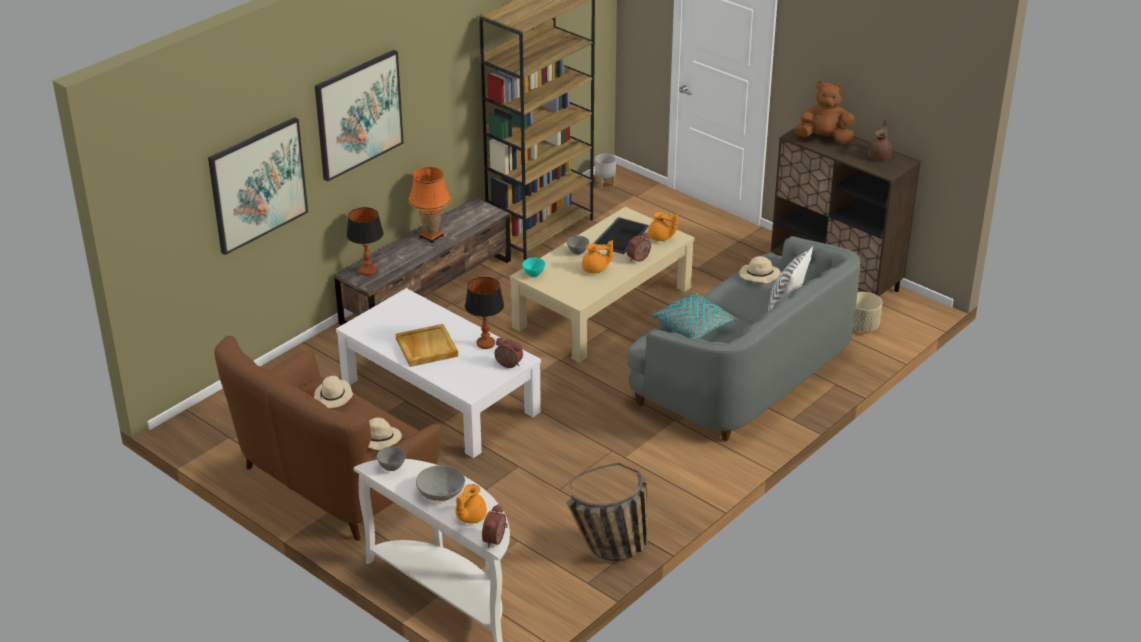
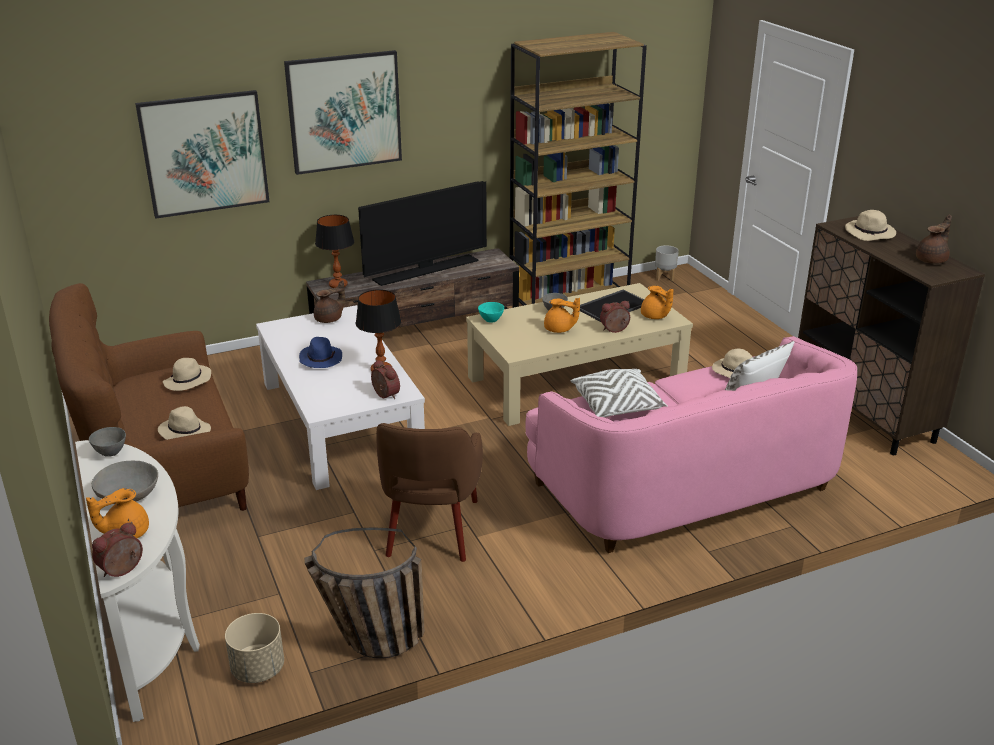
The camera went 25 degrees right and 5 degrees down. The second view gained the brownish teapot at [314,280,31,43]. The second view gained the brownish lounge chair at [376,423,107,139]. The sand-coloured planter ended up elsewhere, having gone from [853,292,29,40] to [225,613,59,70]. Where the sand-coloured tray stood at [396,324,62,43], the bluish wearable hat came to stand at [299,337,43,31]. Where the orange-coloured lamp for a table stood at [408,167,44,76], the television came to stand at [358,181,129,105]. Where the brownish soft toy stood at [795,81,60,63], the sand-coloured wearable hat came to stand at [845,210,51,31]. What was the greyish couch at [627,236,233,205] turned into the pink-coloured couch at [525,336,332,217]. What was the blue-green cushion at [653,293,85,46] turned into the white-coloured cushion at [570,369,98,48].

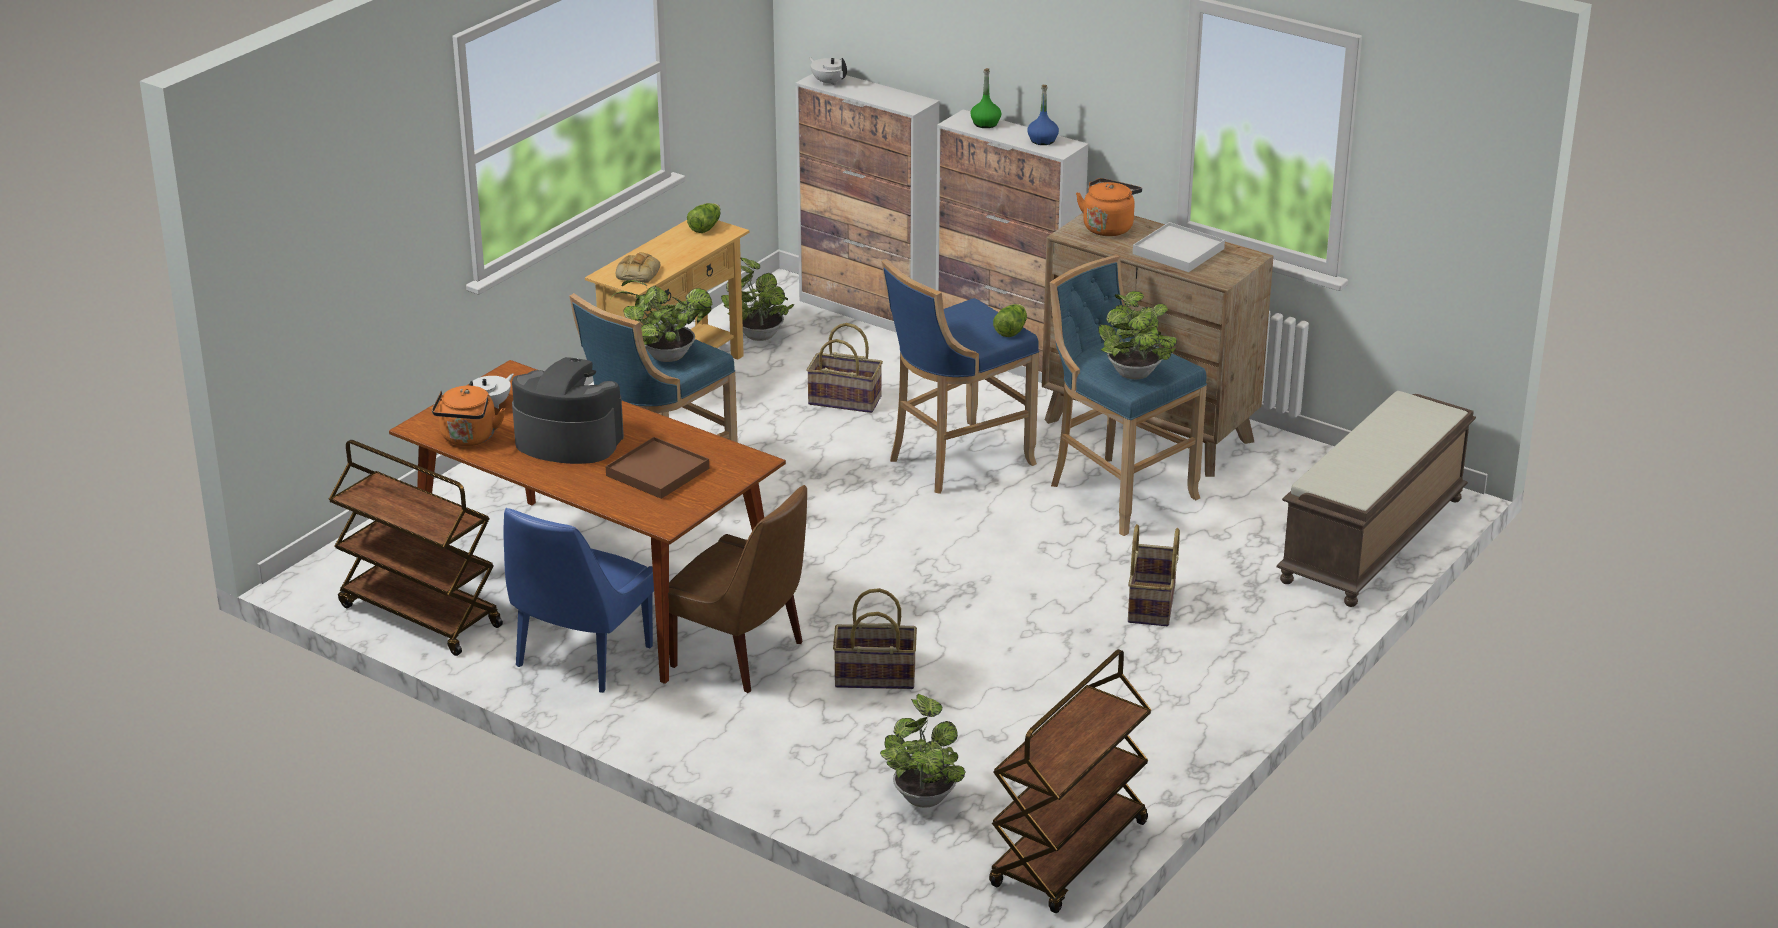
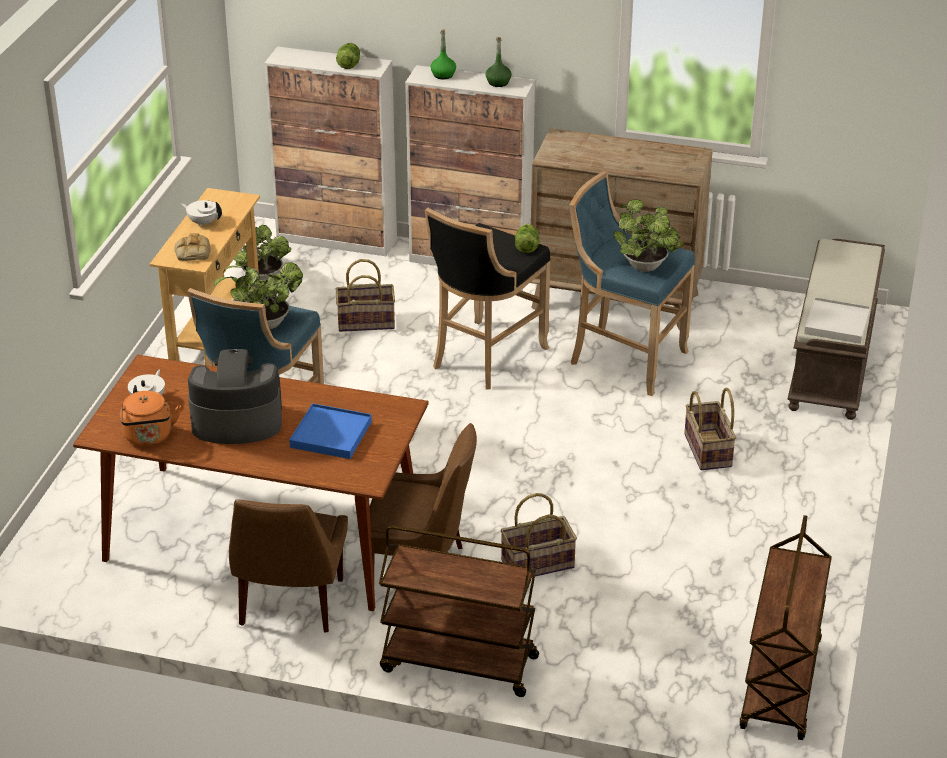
The camera went 20 degrees left and 5 degrees up. The second view lost the plant in a pot at [880,694,85,114]. The second view lost the orange-coloured tea kettle at [1076,178,66,58]. The brownish trolley ended up elsewhere, having gone from [329,440,174,216] to [379,525,160,172]. The head of lettuce ended up elsewhere, having gone from [687,203,34,30] to [336,43,24,26]. The white-coloured teapot ended up elsewhere, having gone from [809,57,38,28] to [181,200,41,26]. The white-coloured tray ended up elsewhere, having gone from [1133,222,92,50] to [804,297,66,47]. What was the bluish chair at [503,508,151,185] turned into the brownish chair at [229,500,119,133]. What was the brownish tray at [605,437,104,62] turned into the bluish tray at [289,403,83,56]. What was the bluish sitting stool at [881,259,158,235] turned into the blackish sitting stool at [425,207,126,182]. What was the bluish beverage bottle at [1027,85,32,60] turned into the green beverage bottle at [486,37,25,50].

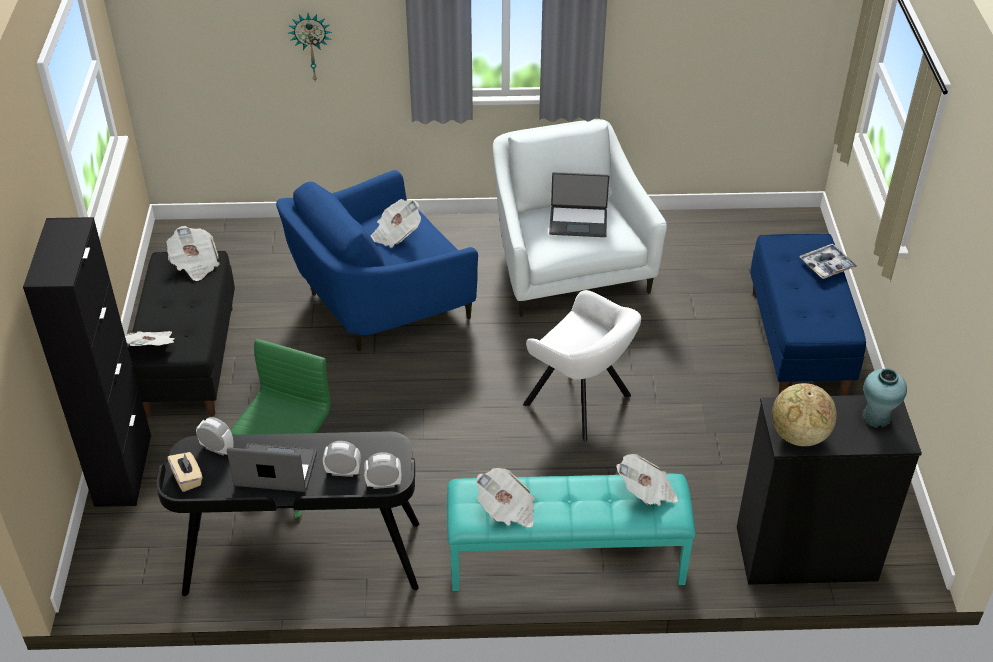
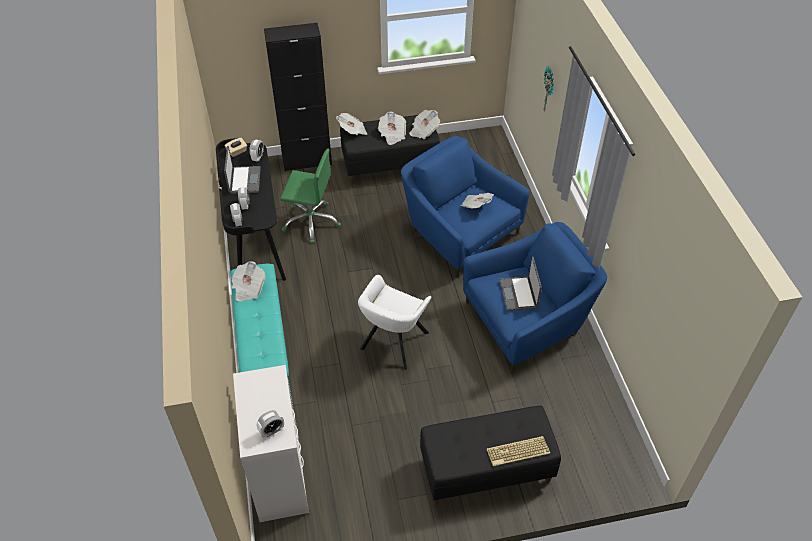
The camera went 80 degrees right and 5 degrees up. The second view lost the globe at [772,383,65,63]. The printed paper ended up elsewhere, having gone from [616,454,62,51] to [378,112,28,33]. Where the tray stood at [800,244,57,35], the keyboard came to stand at [487,436,63,30]. Where the blue-green decorative vase stood at [862,368,45,60], the table clock came to stand at [257,410,27,28]. What was the white-coloured lounge chair at [493,119,174,198] turned into the bluish lounge chair at [463,222,144,151]. What was the blackish dresser at [737,395,185,190] turned into the white-coloured dresser at [233,365,76,157]. What was the bluish long seat at [750,234,116,162] turned into the blackish long seat at [420,406,141,99].

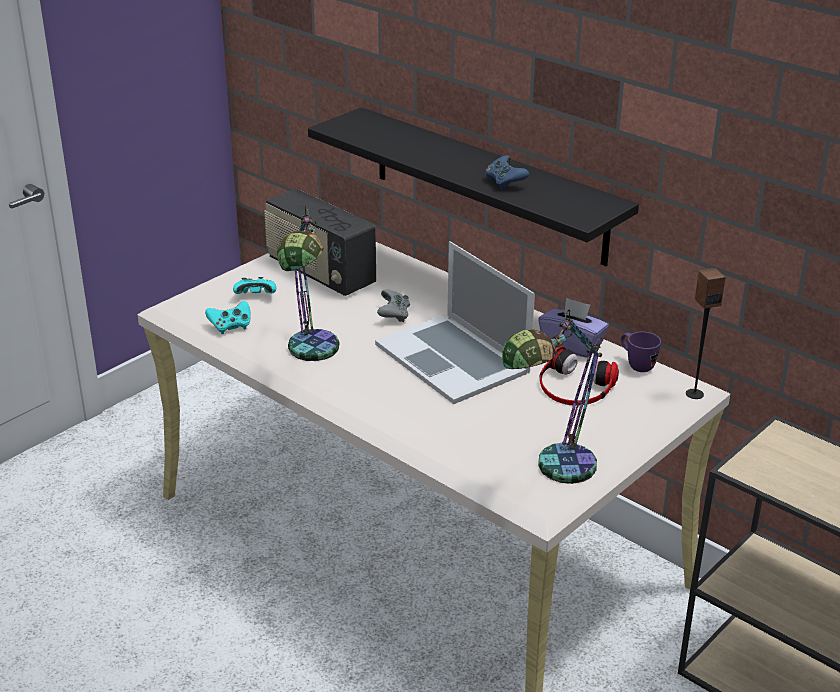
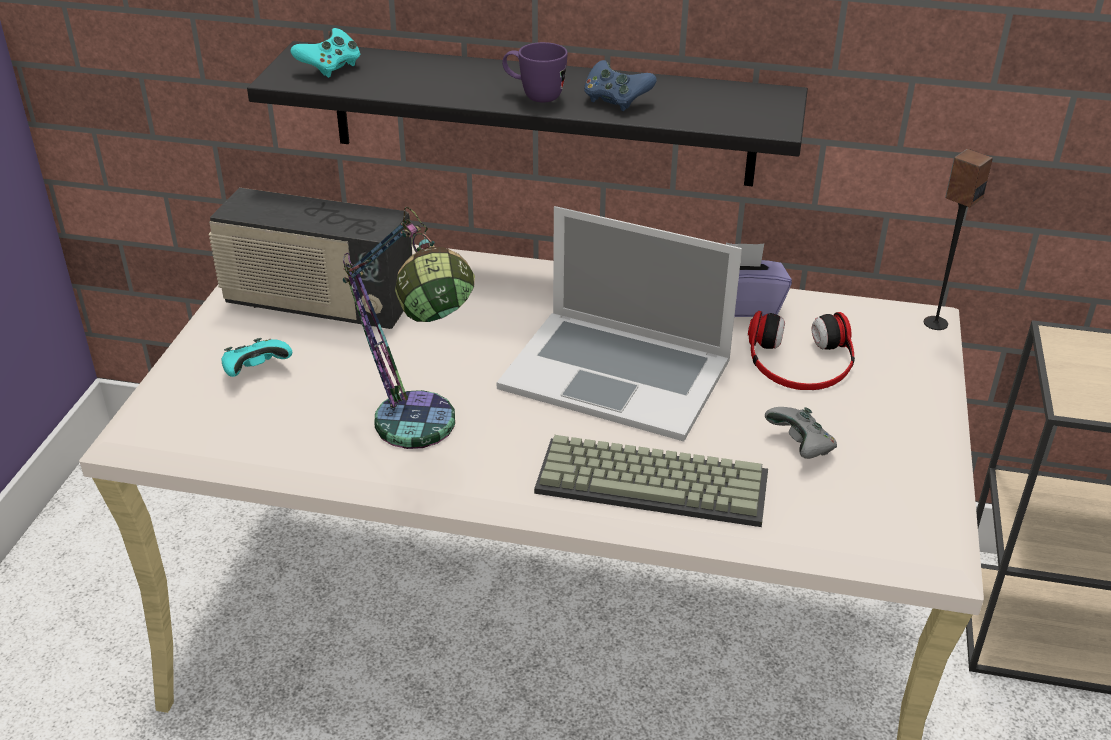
The camera went 30 degrees left and 5 degrees up. The second view lost the lamp for a table at [502,310,102,174]. The second view gained the keyboard at [534,435,234,92]. The blue-green joypad ended up elsewhere, having gone from [205,301,46,33] to [290,28,70,50]. The greyish joypad ended up elsewhere, having gone from [377,289,33,33] to [765,407,72,52]. The purple mug ended up elsewhere, having gone from [621,332,40,40] to [502,42,66,61].

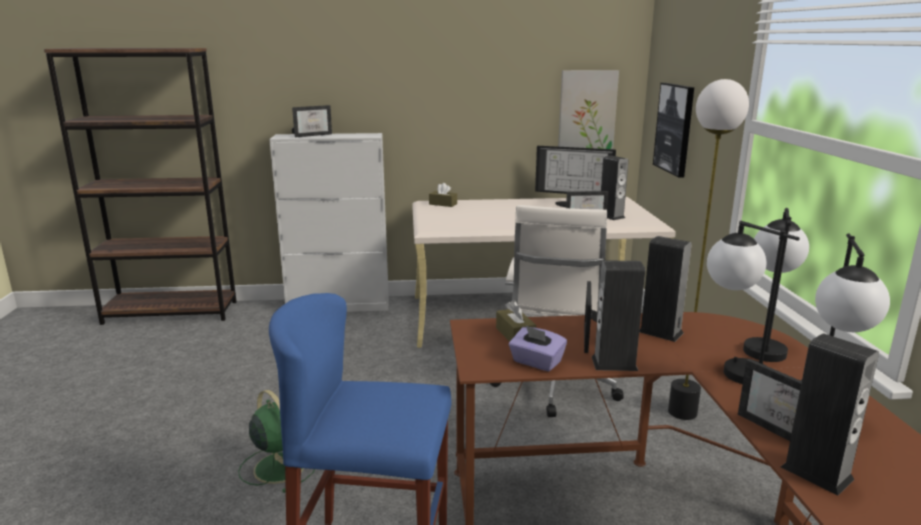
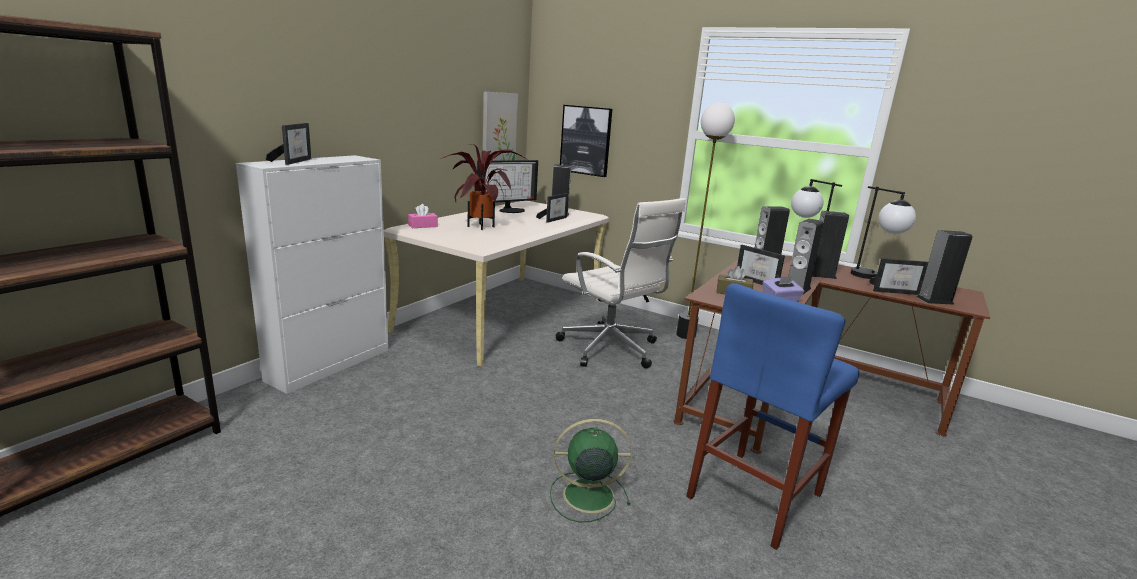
The camera went 55 degrees left and 0 degrees up. The second view gained the plant in a pot at [441,144,88,86]. Where the lamp for a table stood at [707,221,93,163], the speaker came to stand at [812,211,37,68]. What was the brownish tissue holder at [429,183,28,24] turned into the pink-coloured tissue holder at [408,204,30,24].

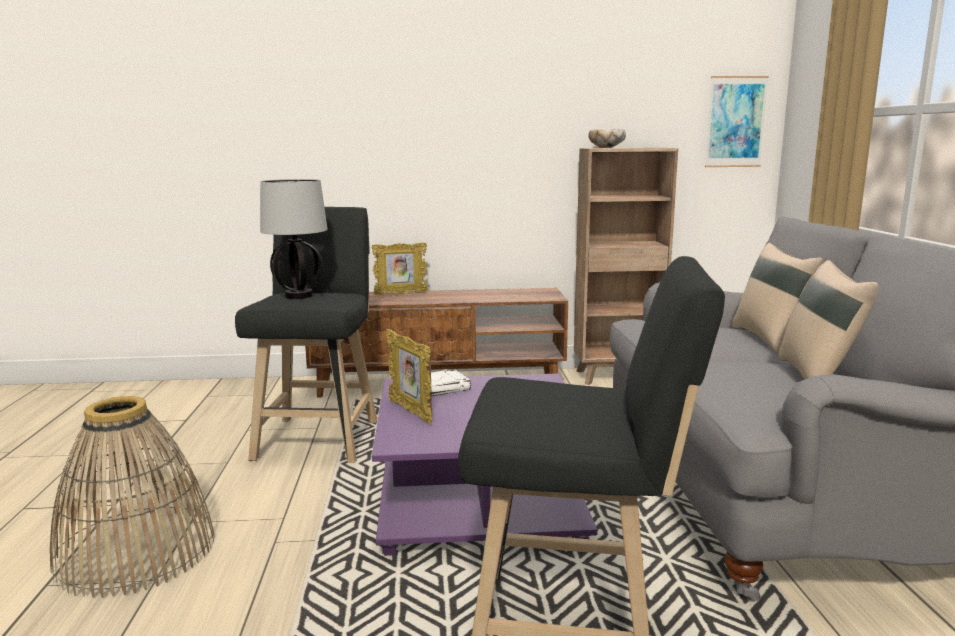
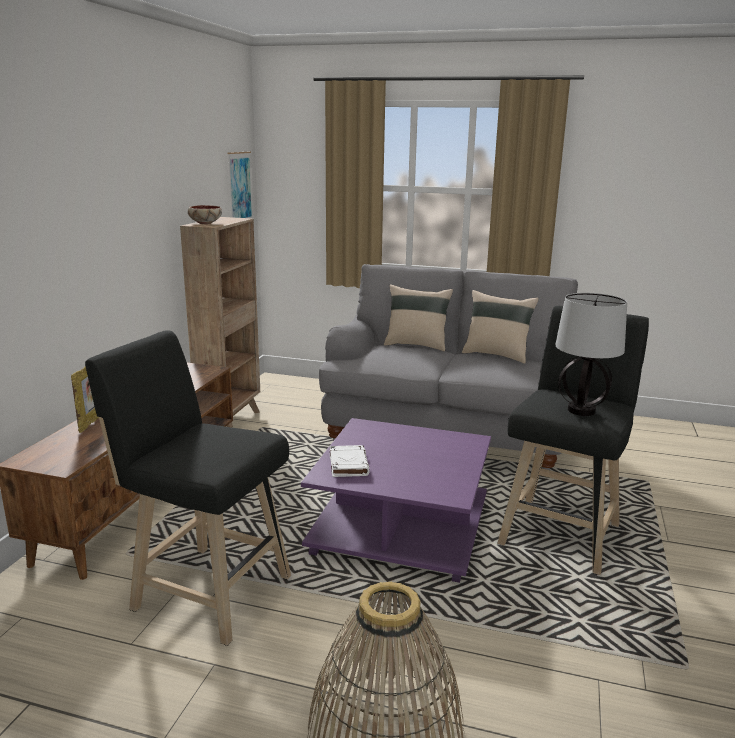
The camera went 70 degrees left and 5 degrees up. The second view lost the photo frame at [386,329,46,95]. The lamp for a table ended up elsewhere, having gone from [260,179,68,120] to [555,293,72,123].

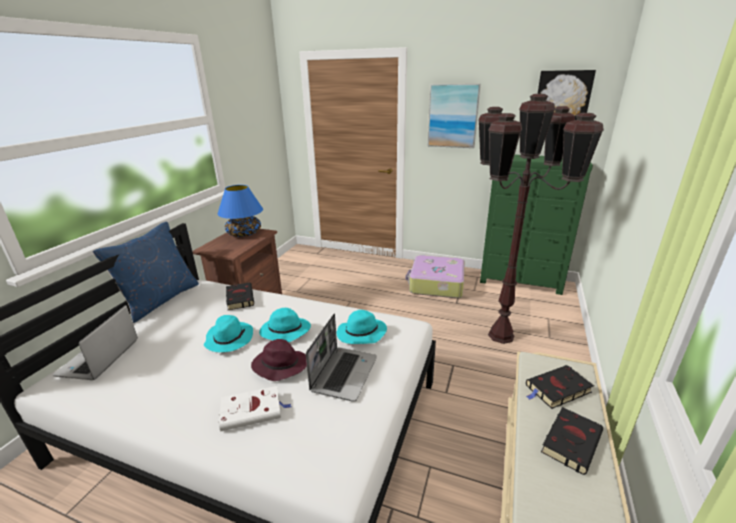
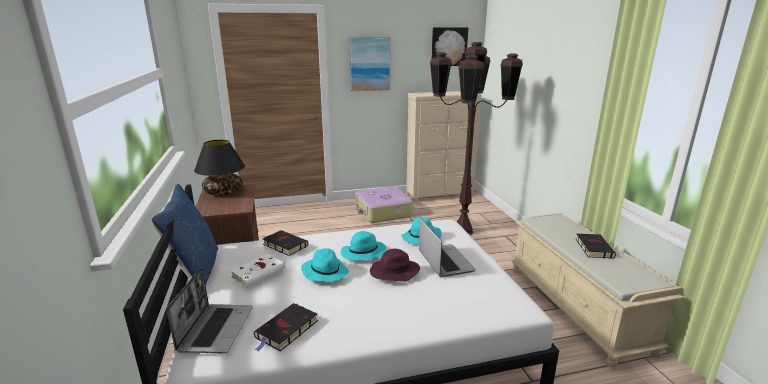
The camera went 35 degrees left and 5 degrees down. The white-coloured volume ended up elsewhere, having gone from [218,386,73,45] to [230,254,56,33]. The blackish volume ended up elsewhere, having gone from [526,365,68,44] to [254,303,64,48]. What was the bluish lamp for a table at [217,185,46,52] turned into the blackish lamp for a table at [194,140,51,56]. What was the green dresser at [480,155,113,140] turned into the sand-coloured dresser at [406,91,76,112]. The notebook computer at [53,305,85,75] ended up facing another way, 150 degrees counterclockwise from before.

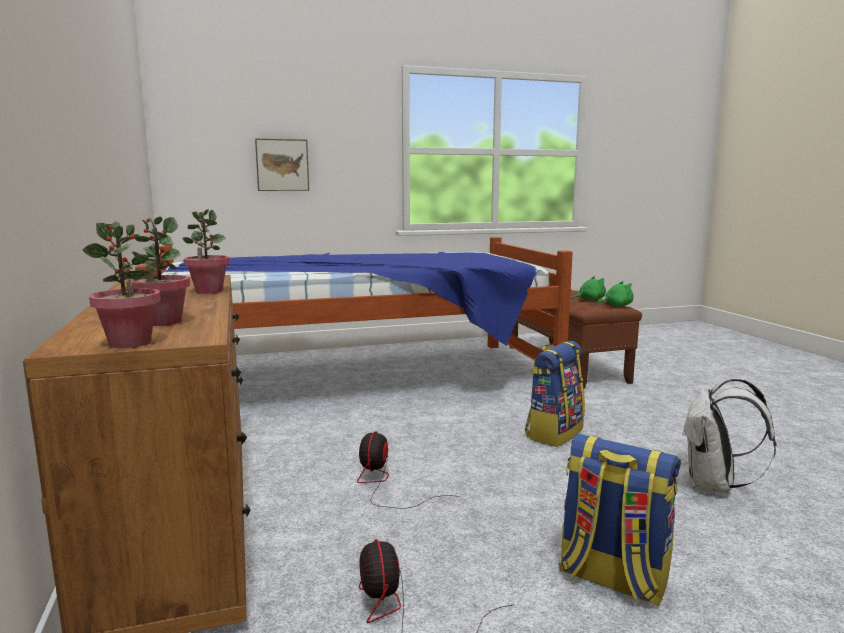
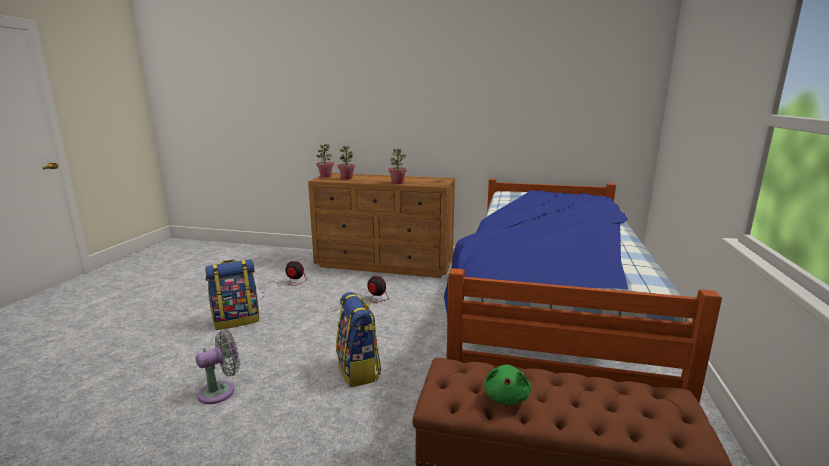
The camera went 120 degrees right and 5 degrees up. The second view lost the picture at [255,139,54,52]. The second view lost the green soft toy at [596,281,38,25]. Where the white-coloured rucksack stood at [682,378,95,116], the greyish electric fan came to stand at [196,330,44,74].

